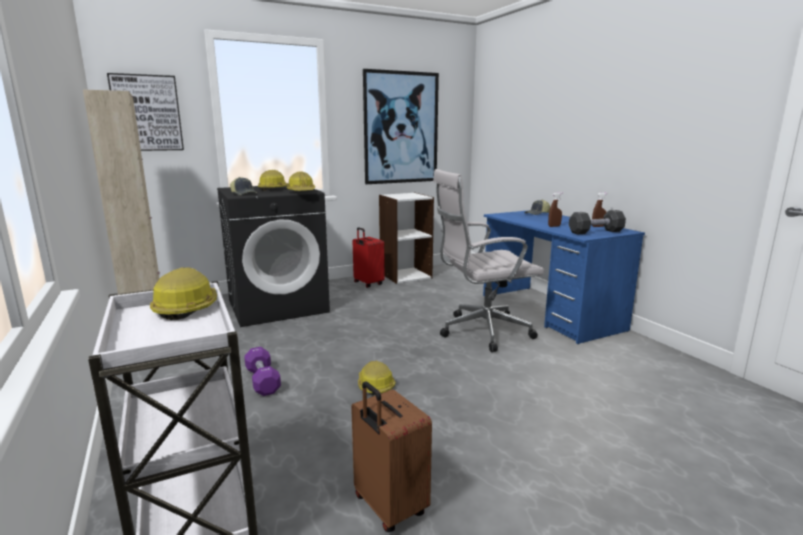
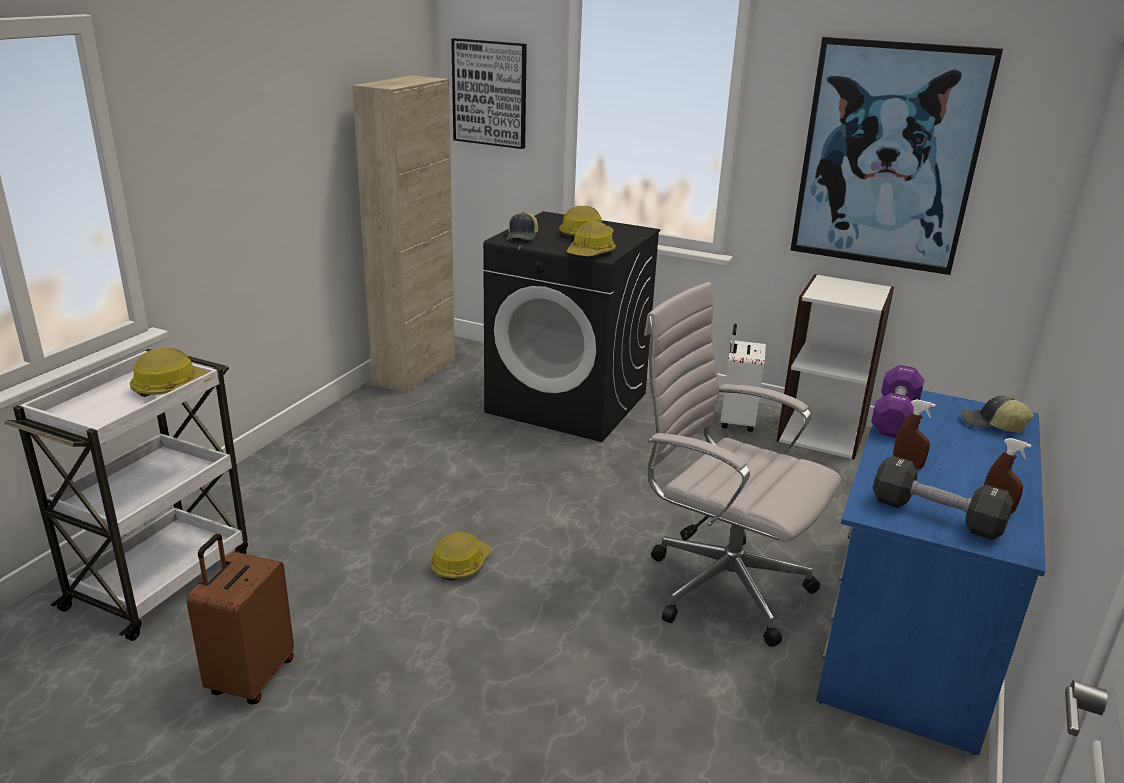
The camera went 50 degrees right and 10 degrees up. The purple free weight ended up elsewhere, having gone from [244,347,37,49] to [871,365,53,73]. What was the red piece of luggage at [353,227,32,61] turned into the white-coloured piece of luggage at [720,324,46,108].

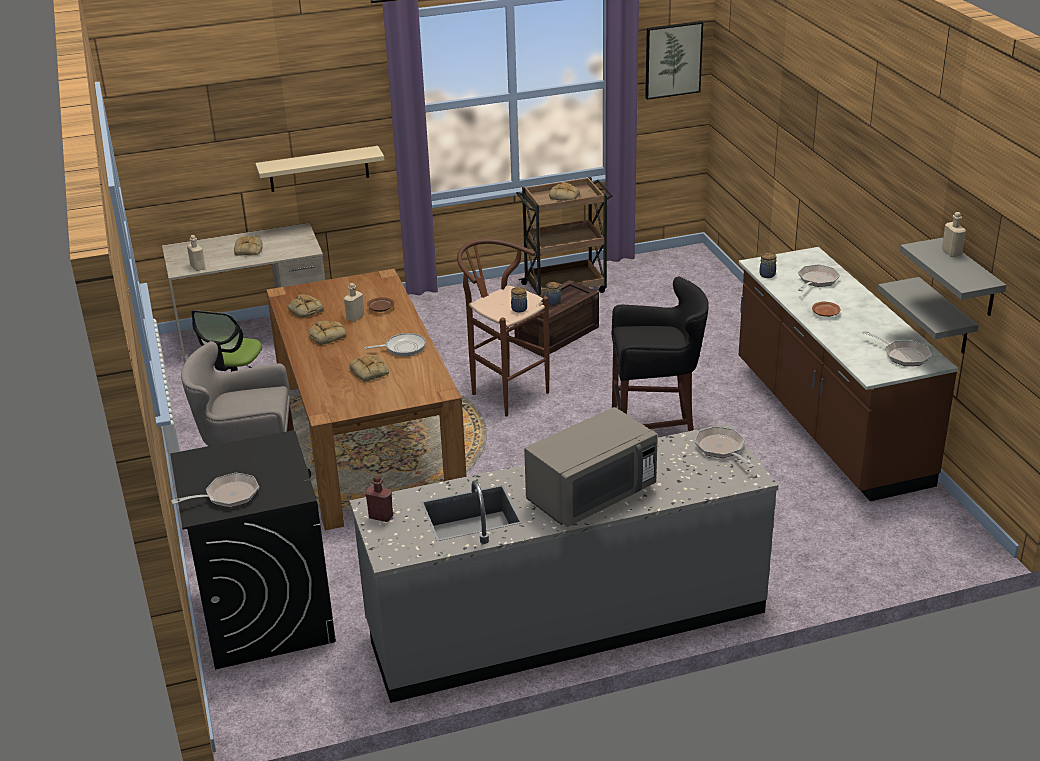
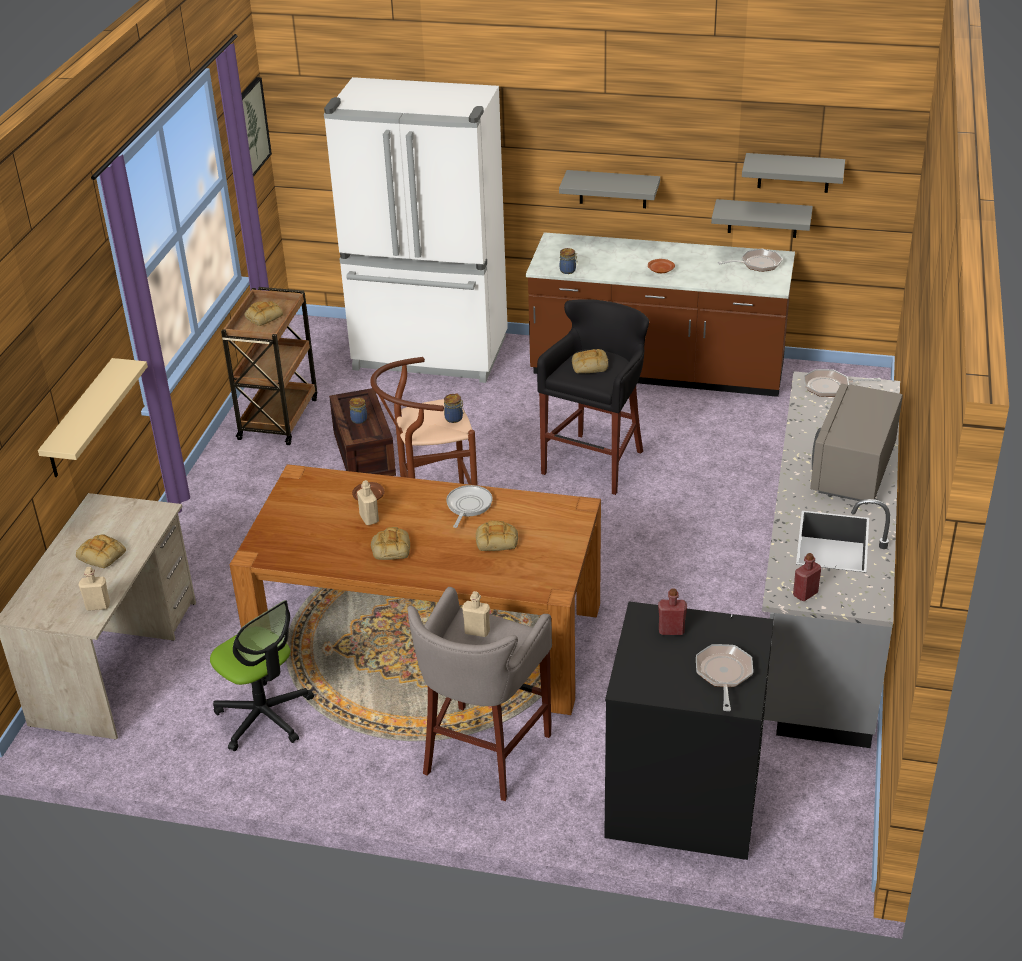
The camera went 60 degrees left and 5 degrees up. The second view lost the skillet at [798,264,42,27]. The second view gained the white-coloured kitchen fridge at [324,77,184,306]. The second view gained the greyish shelf at [559,170,101,38]. The second view gained the red beverage bottle at [658,588,29,47]. The baked bread ended up elsewhere, having gone from [287,294,37,24] to [572,349,36,24]. The sand-coloured beverage bottle ended up elsewhere, having gone from [942,212,24,45] to [462,591,28,46]. The greyish kitchen microwave at [524,407,134,120] ended up facing another way, 150 degrees counterclockwise from before.

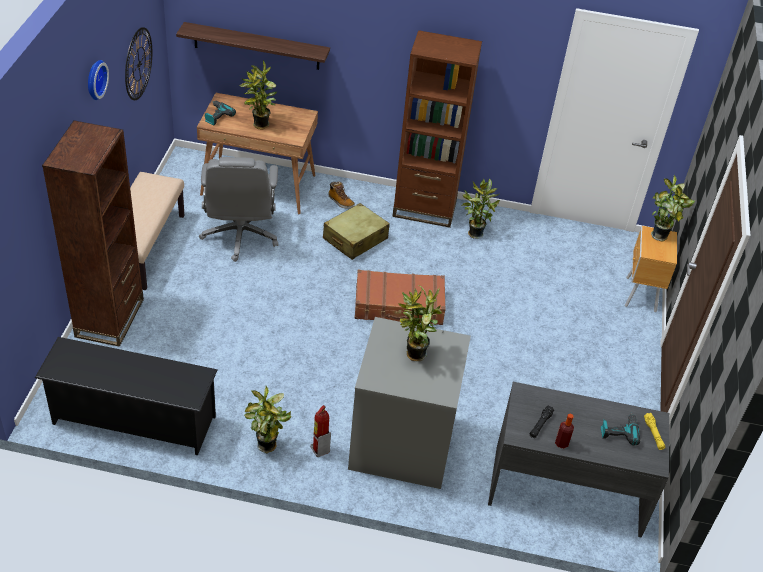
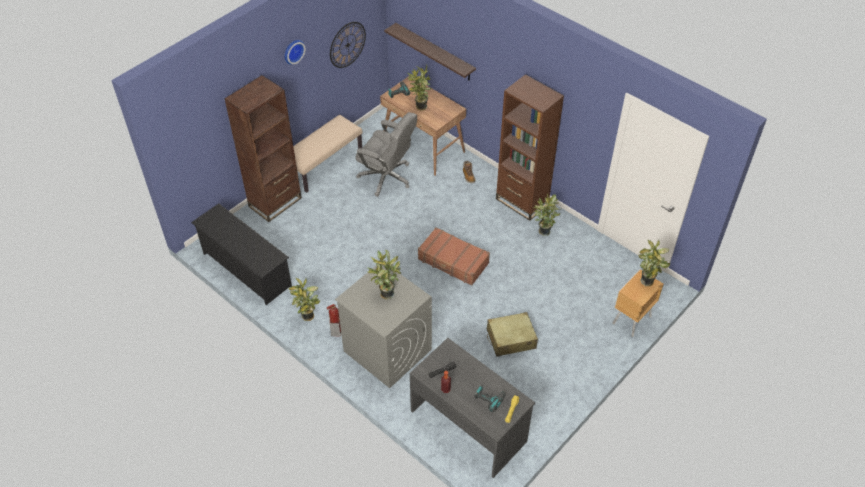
The camera went 35 degrees right and 5 degrees up. The sand-coloured piece of luggage ended up elsewhere, having gone from [323,203,67,57] to [487,312,51,45]. The greyish computer chair at [199,157,79,105] ended up facing another way, 90 degrees counterclockwise from before.

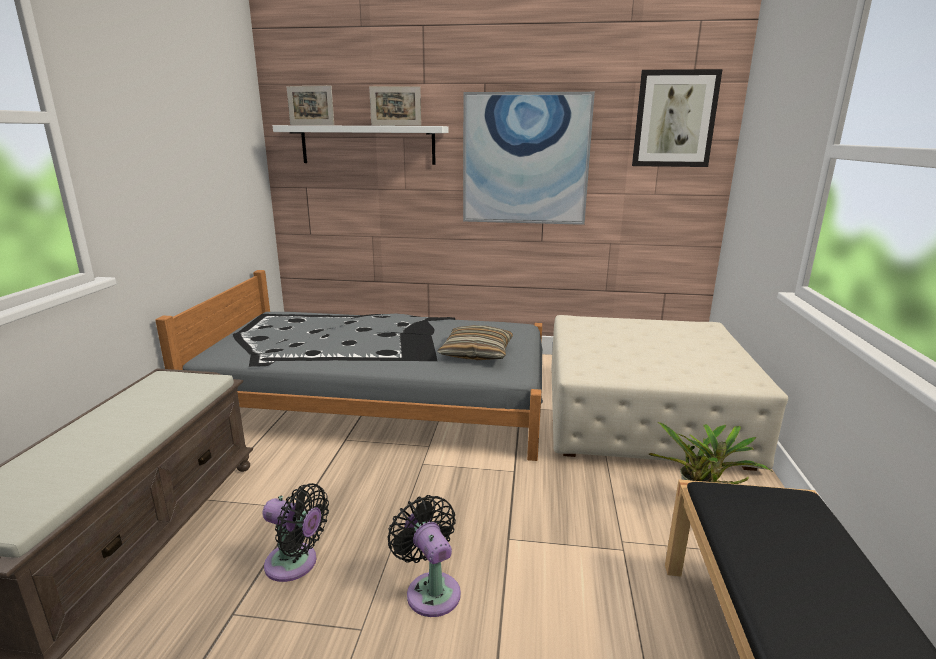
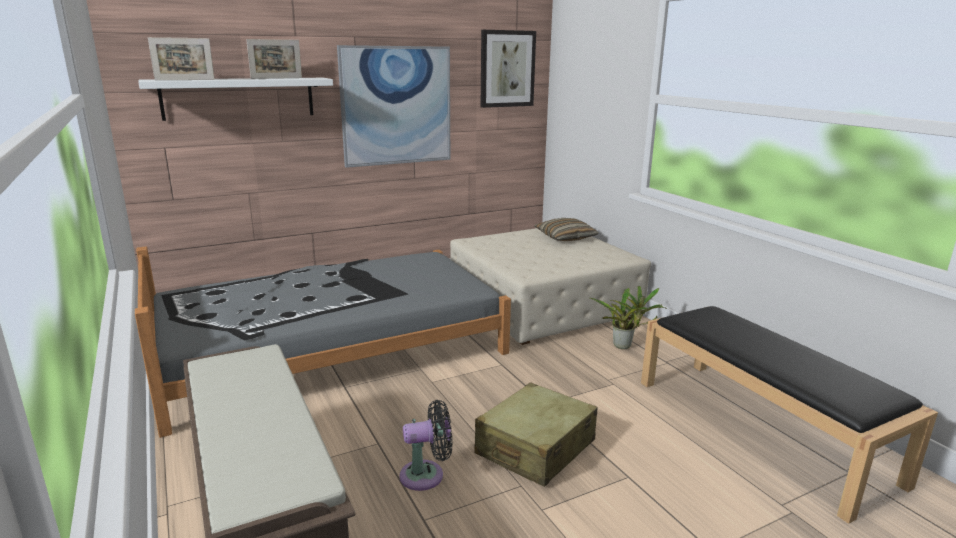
The camera went 35 degrees left and 0 degrees up. The cushion ended up elsewhere, having gone from [437,325,76,35] to [534,218,65,23]. Where the blackish electric fan stood at [388,495,73,122], the sand-coloured piece of luggage came to stand at [474,382,123,105].

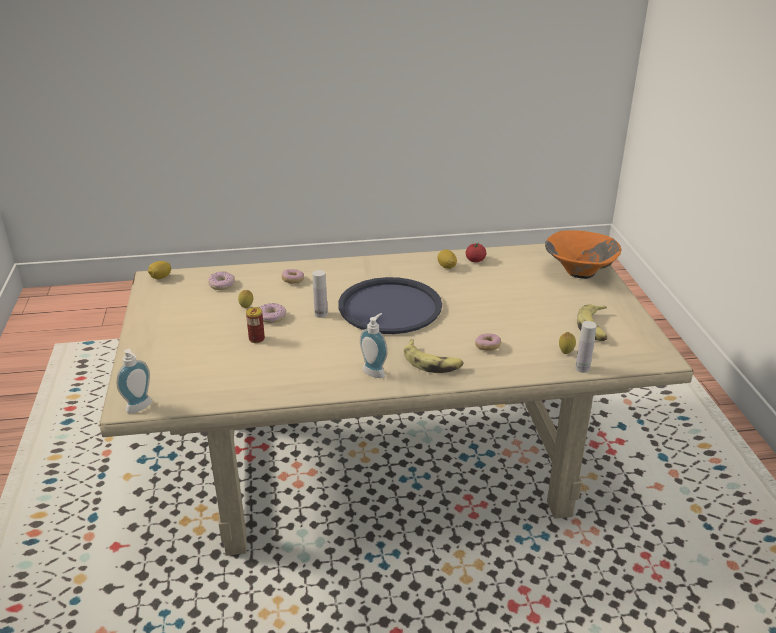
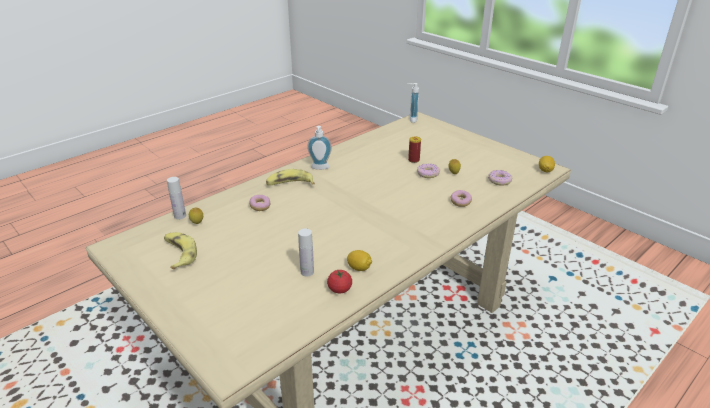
The camera went 145 degrees right and 0 degrees up. The second view lost the bluish tray at [338,277,104,57]. The second view lost the orange-coloured bowl at [545,230,76,49]. The white-coloured beverage bottle ended up elsewhere, having gone from [313,270,15,48] to [298,229,16,48].

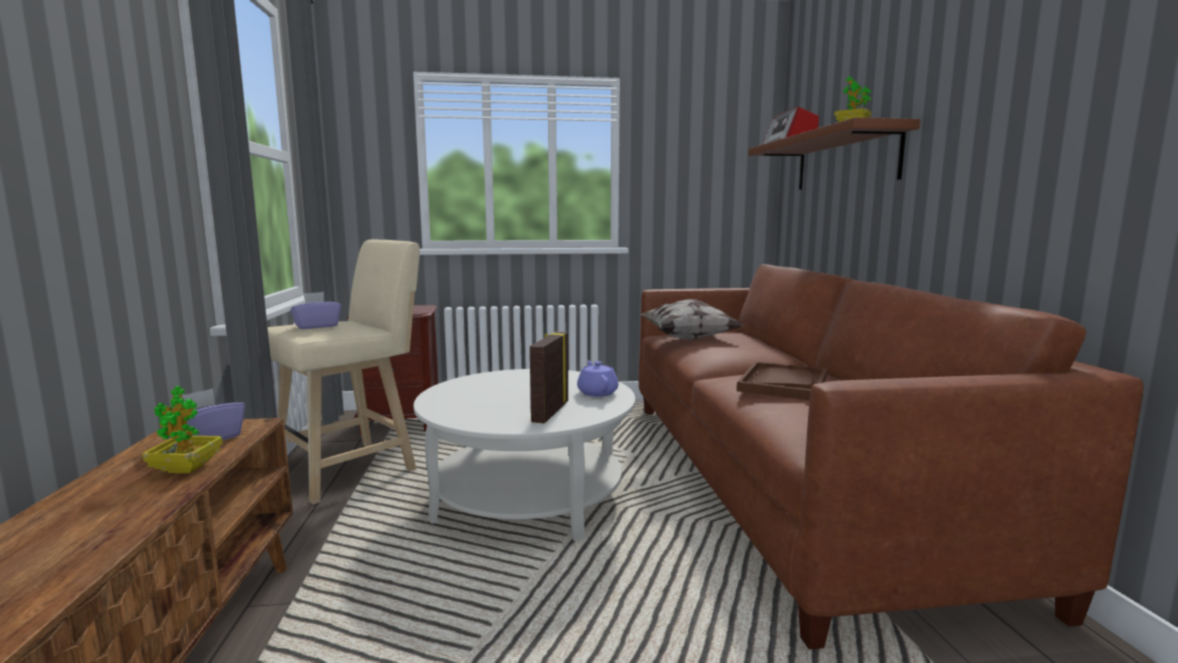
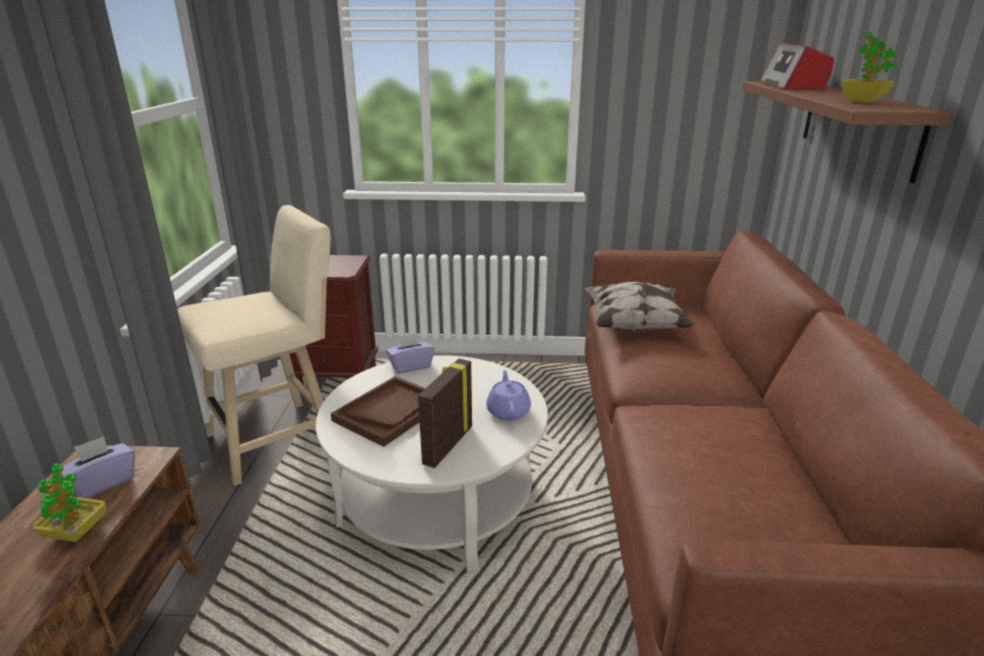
The camera went 10 degrees right and 15 degrees up. The purple tissue holder ended up elsewhere, having gone from [290,292,51,37] to [386,333,48,41]. The brownish tray ended up elsewhere, having gone from [737,361,90,39] to [331,376,94,71].

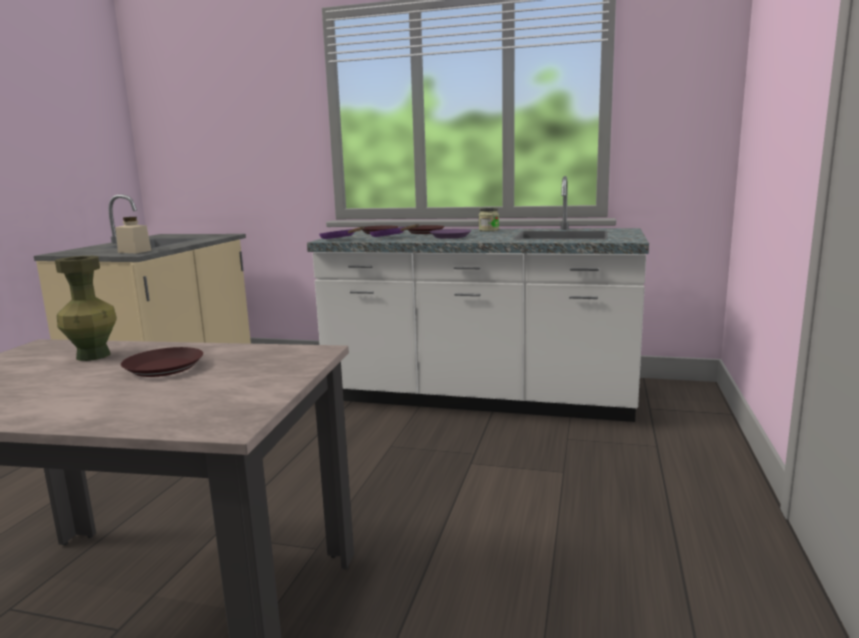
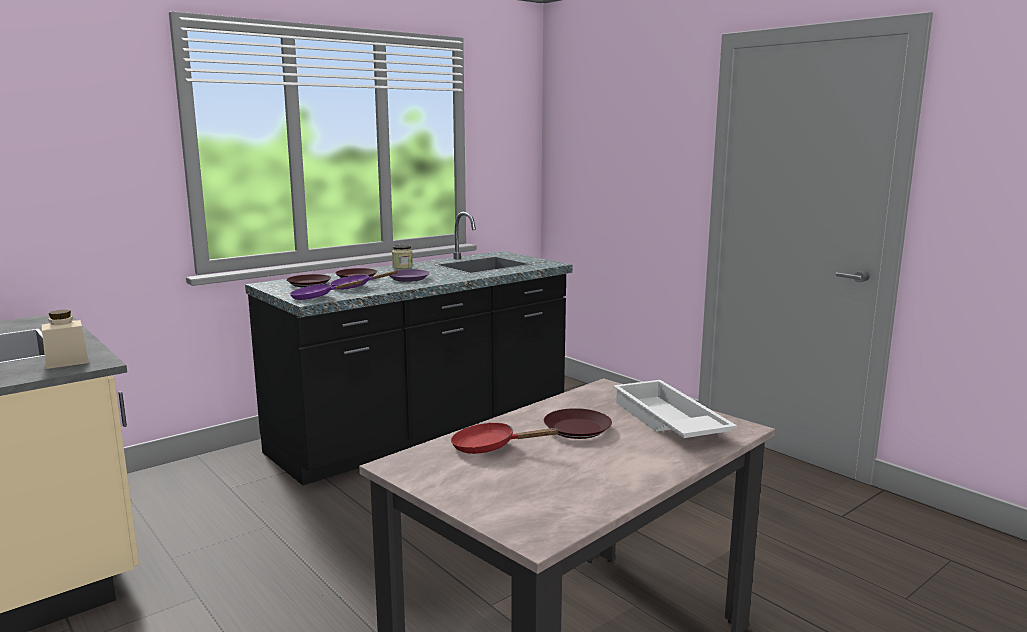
The camera went 55 degrees left and 0 degrees up. The second view gained the white-coloured tray at [613,380,124,58]. Where the green decorative vase stood at [55,256,62,105], the red skillet came to stand at [451,422,109,32]. What was the white-coloured counter at [307,176,342,246] turned into the blackish counter at [245,212,327,274].

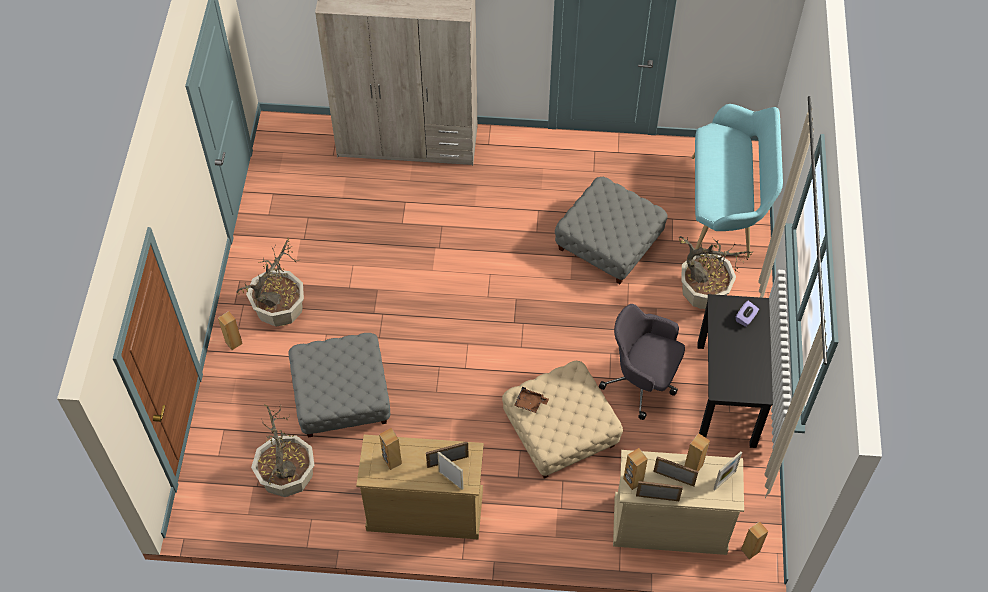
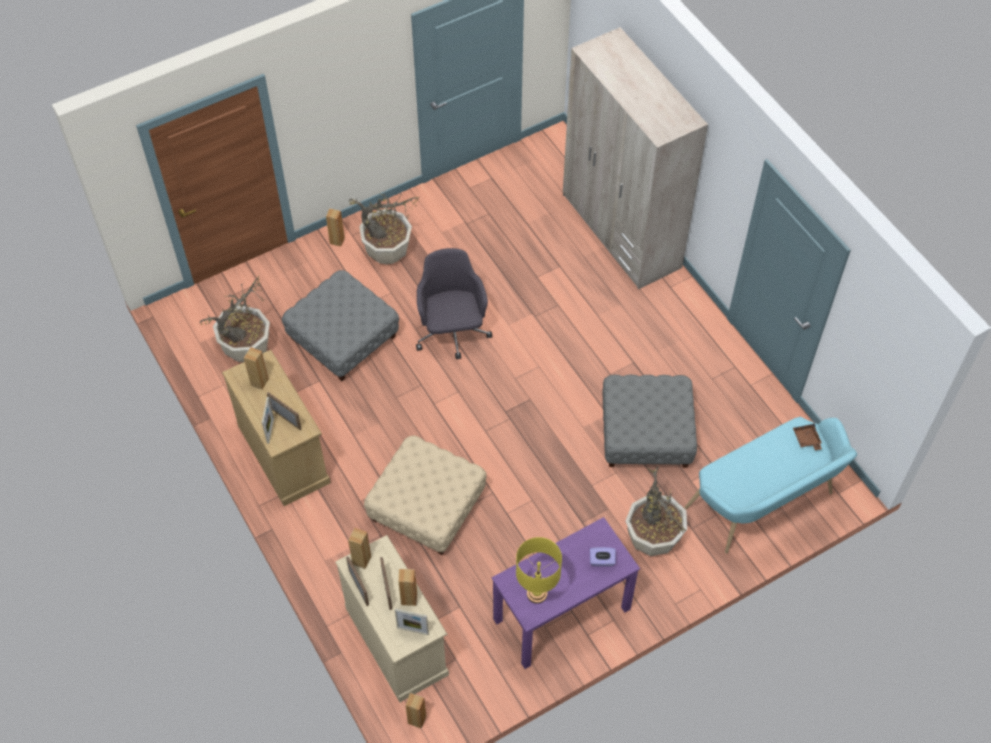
The camera went 55 degrees right and 0 degrees up. The second view gained the yellow-coloured lamp for a table at [516,537,46,67]. The brownish tray ended up elsewhere, having gone from [514,387,35,26] to [793,424,29,26]. The greyish computer chair ended up elsewhere, having gone from [599,304,86,116] to [416,248,76,111]. What was the blackish desk at [697,294,76,154] turned into the purple desk at [492,517,148,152].

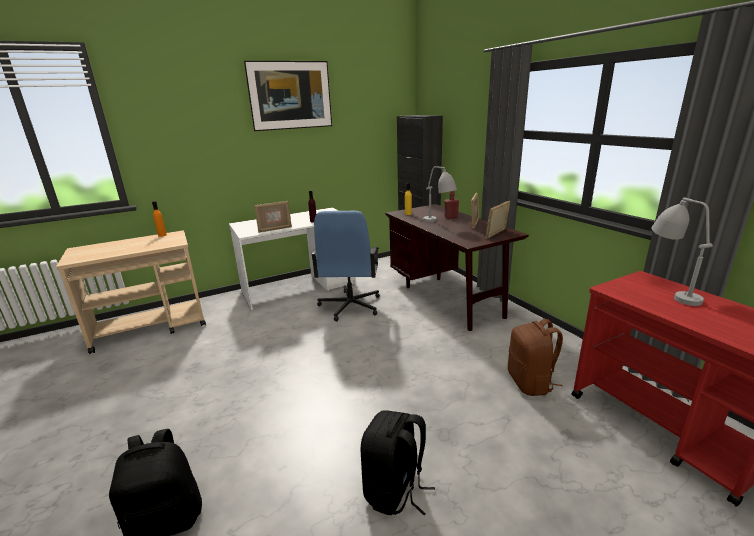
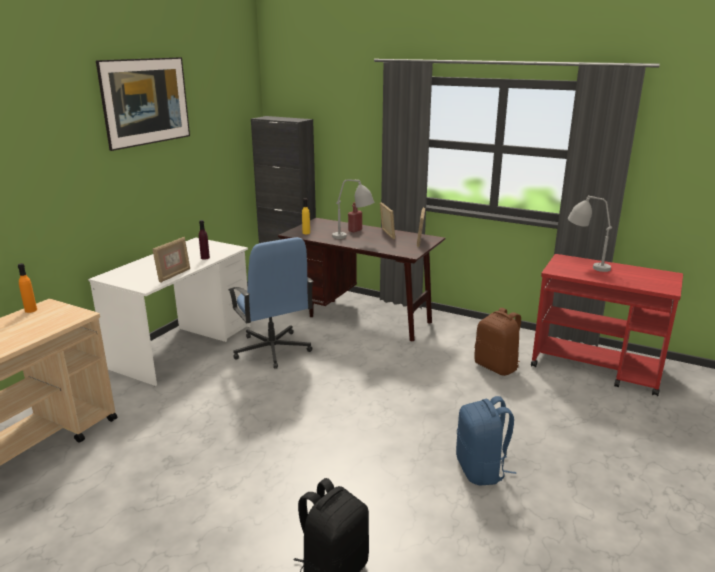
The camera went 35 degrees left and 0 degrees up. What was the blackish rucksack at [361,410,74,105] turned into the bluish rucksack at [456,396,60,90].

